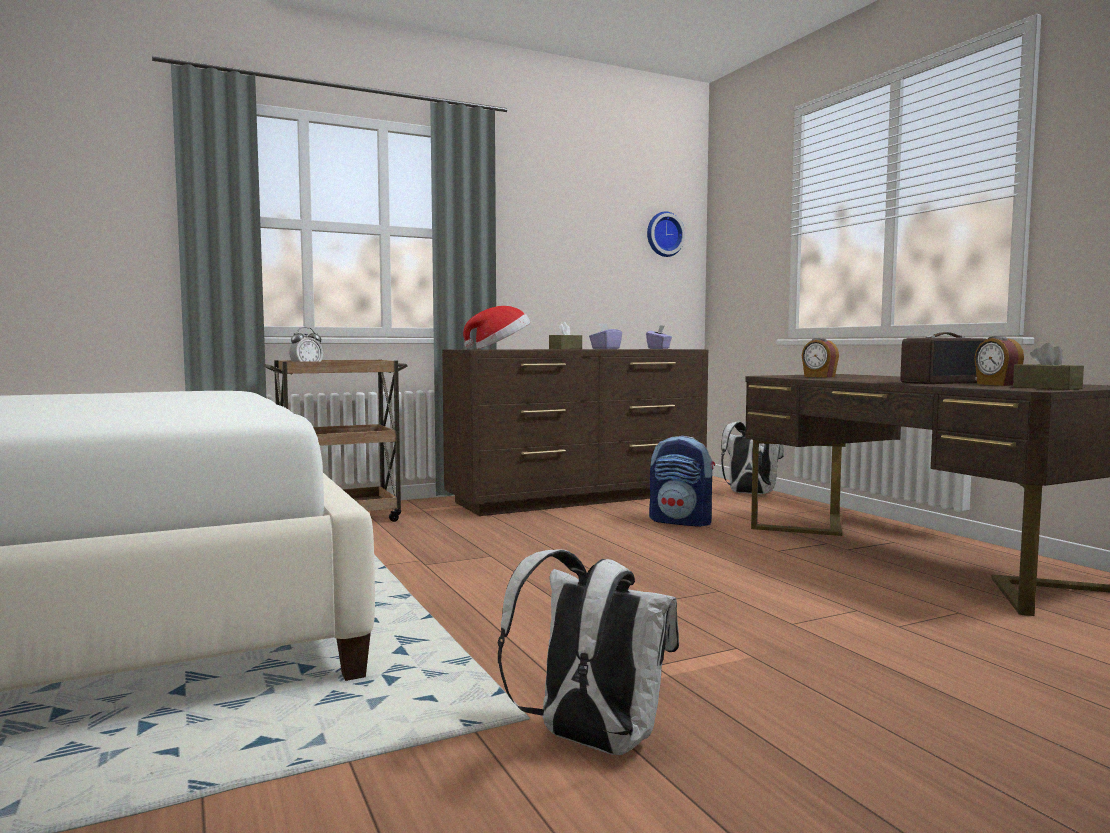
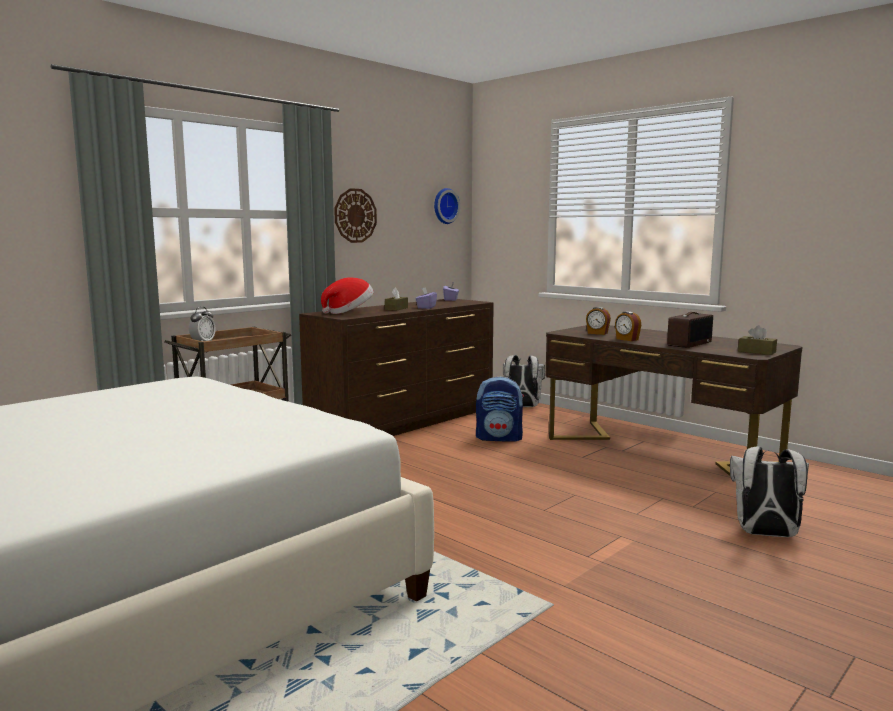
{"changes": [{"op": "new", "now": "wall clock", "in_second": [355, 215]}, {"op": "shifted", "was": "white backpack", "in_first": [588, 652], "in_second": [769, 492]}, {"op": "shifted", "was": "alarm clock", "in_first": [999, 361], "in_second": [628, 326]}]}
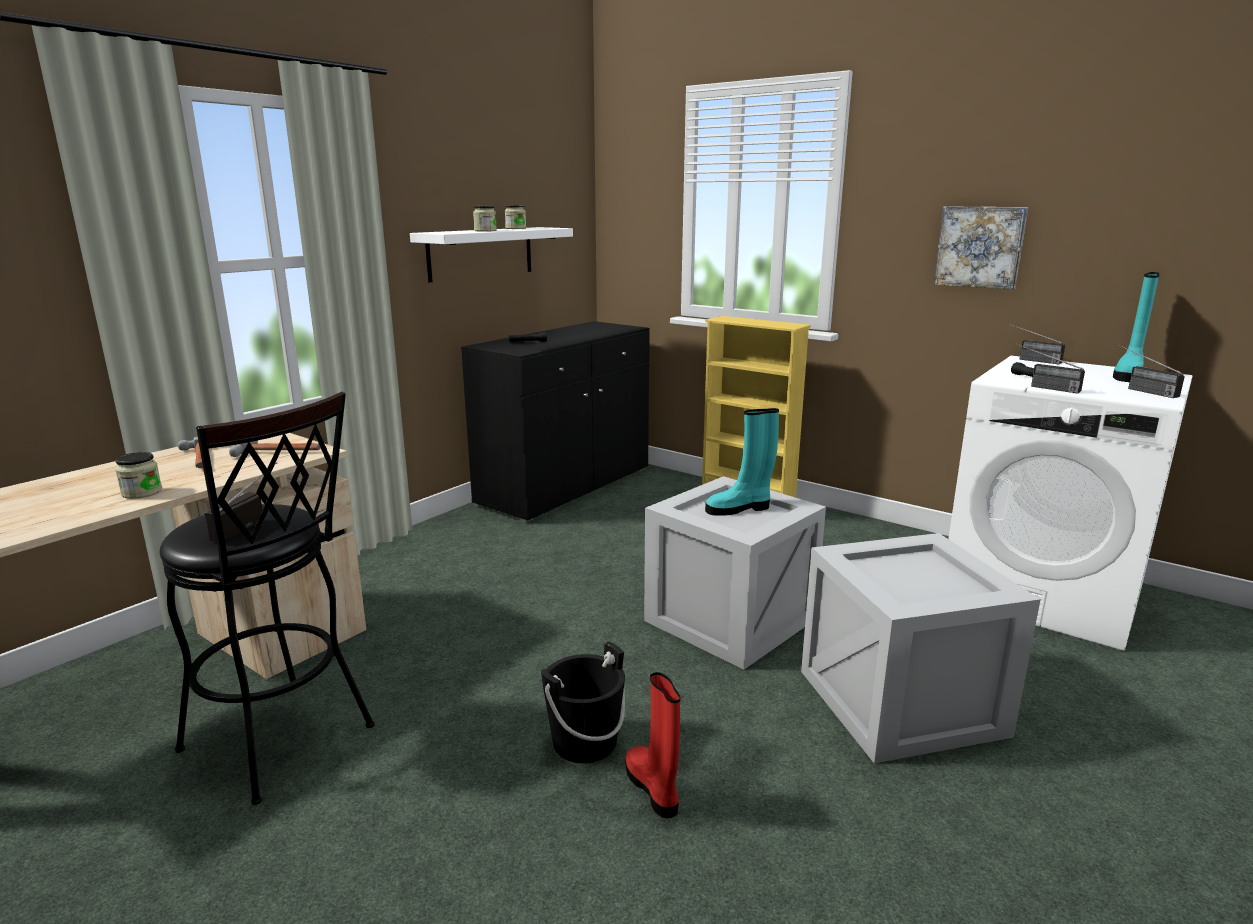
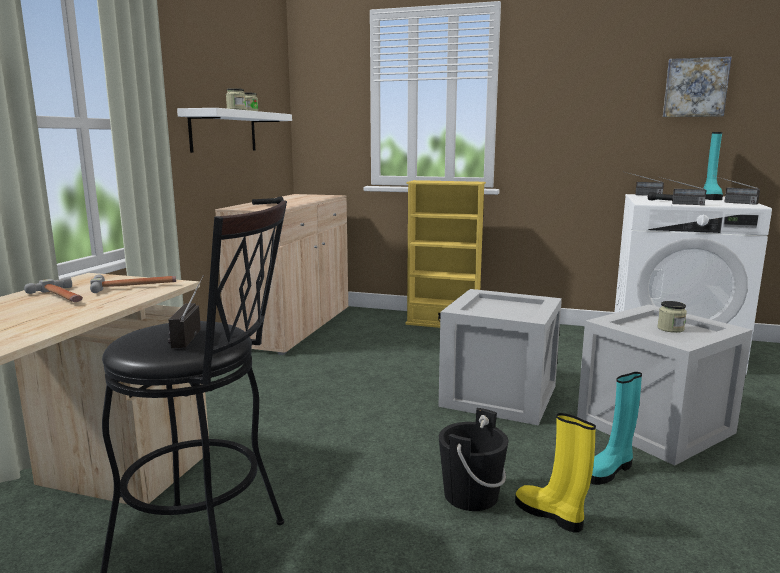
{"changes": [{"op": "shifted", "was": "jar", "in_first": [138, 475], "in_second": [672, 317]}, {"op": "shifted", "was": "turquoise boot", "in_first": [742, 462], "in_second": [616, 428]}, {"op": "shifted", "was": "picture", "in_first": [981, 248], "in_second": [697, 87]}, {"op": "repainted", "was": "black cabinet", "now": "beige cabinet", "in_first": [555, 422], "in_second": [281, 274]}, {"op": "repainted", "was": "red boot", "now": "yellow boot", "in_first": [653, 745], "in_second": [555, 473]}]}
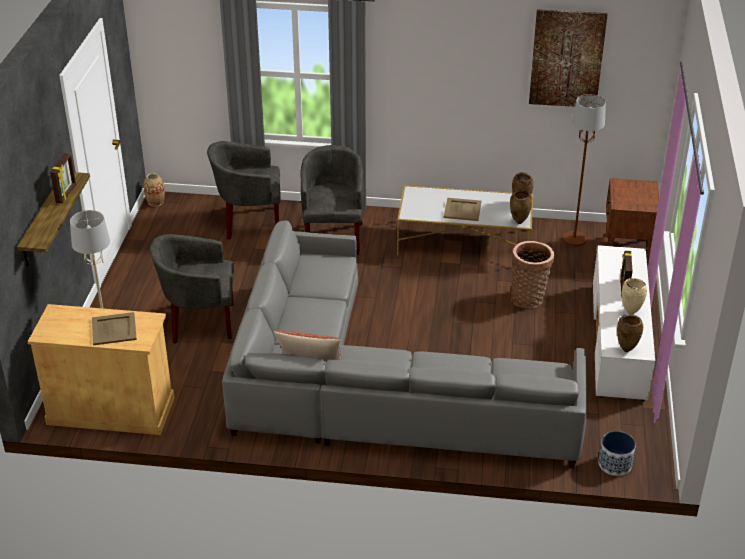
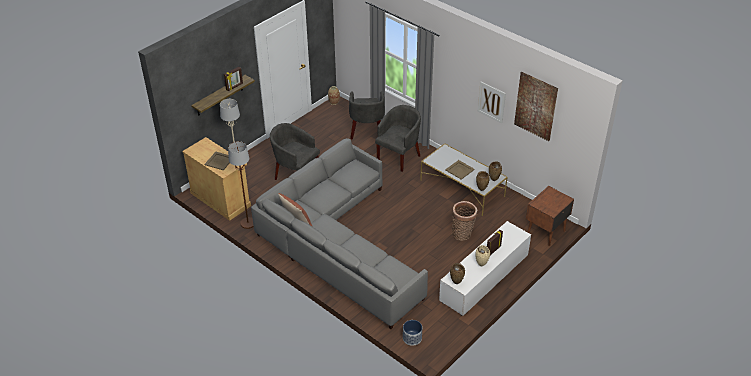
{"changes": [{"op": "new", "now": "picture", "in_second": [492, 102]}, {"op": "shifted", "was": "brown floor lamp", "in_first": [584, 170], "in_second": [241, 185]}, {"op": "rotated", "was": "grey armchair", "in_first": [244, 190], "in_second": [367, 115], "clockwise": -120}]}
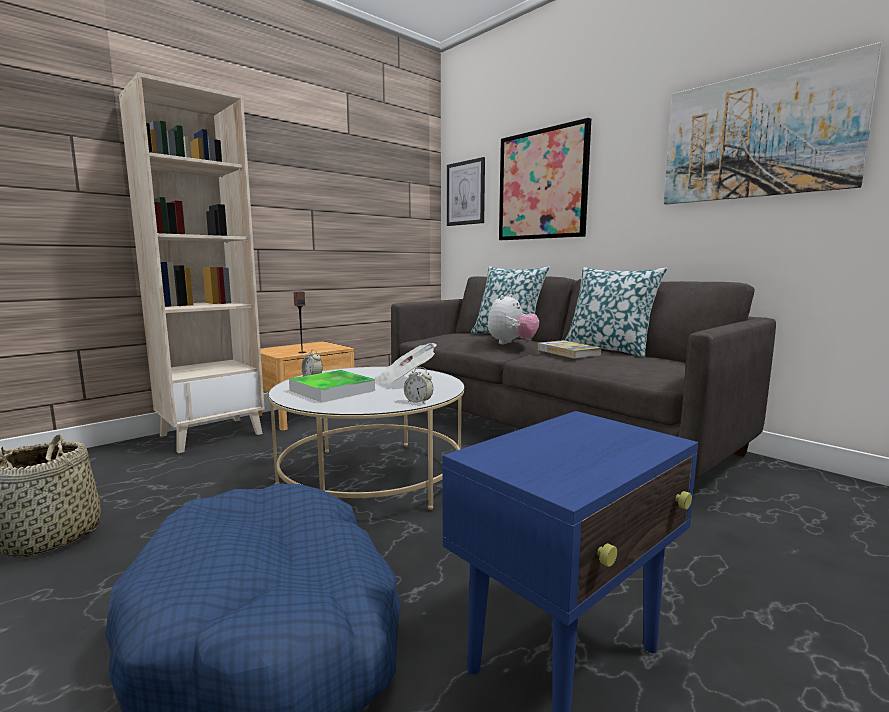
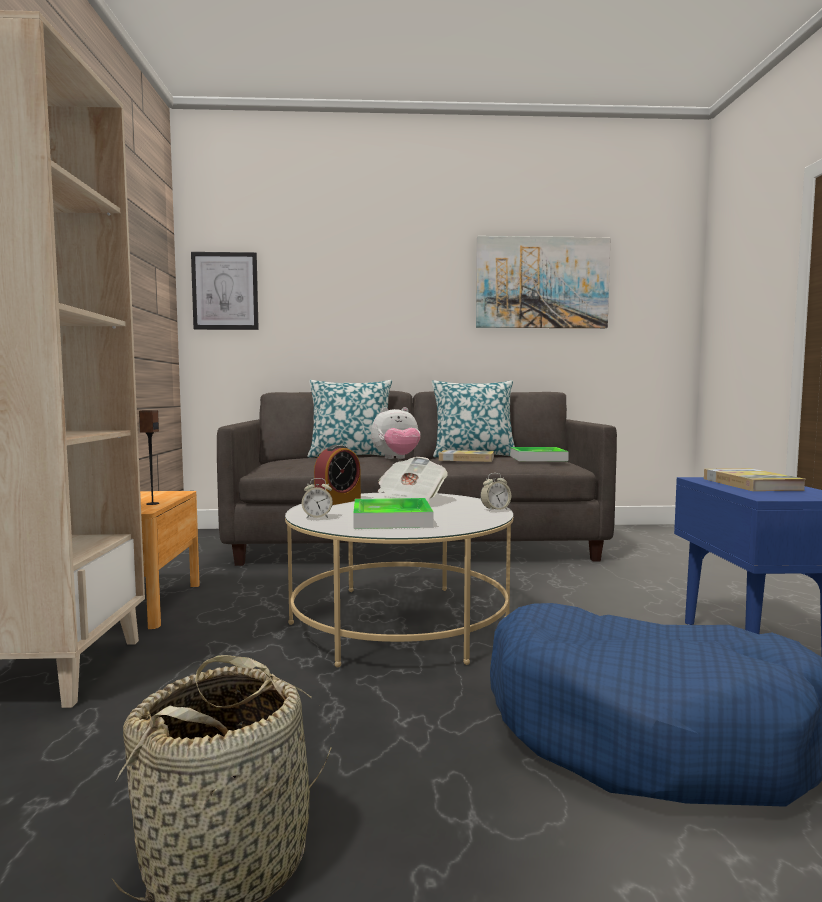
{"changes": [{"op": "gone", "was": "picture", "in_first": [545, 179]}, {"op": "new", "now": "alarm clock", "in_second": [337, 475]}, {"op": "new", "now": "tray", "in_second": [539, 454]}, {"op": "new", "now": "book", "in_second": [755, 479]}, {"op": "rotated", "was": "plush toy", "in_first": [513, 319], "in_second": [396, 433], "clockwise": 90}]}
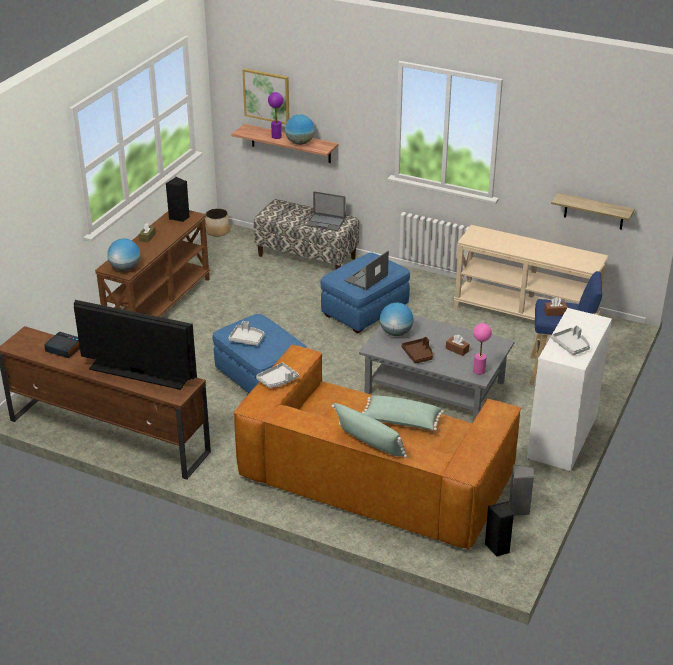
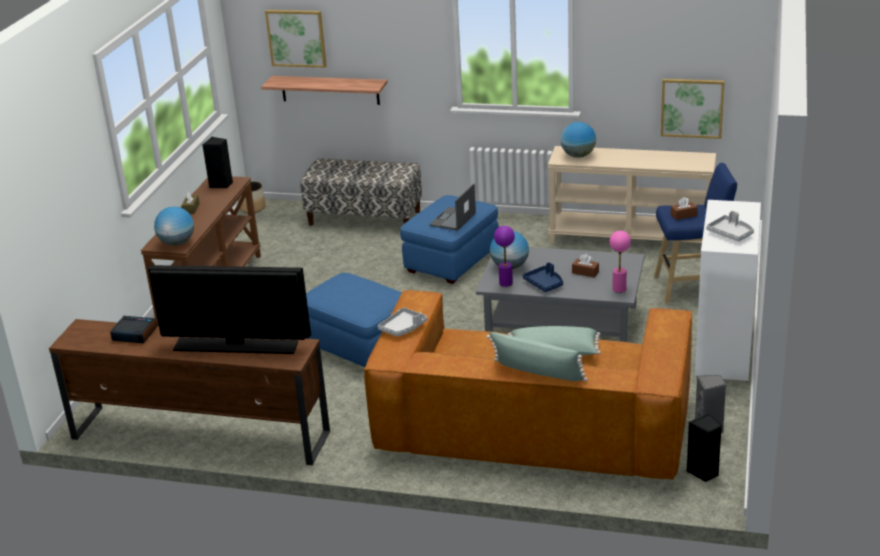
{"changes": [{"op": "gone", "was": "grey tray", "in_first": [246, 333]}, {"op": "gone", "was": "laptop", "in_first": [325, 211]}, {"op": "shifted", "was": "purple table lamp", "in_first": [275, 115], "in_second": [504, 256]}, {"op": "shifted", "was": "globe", "in_first": [300, 129], "in_second": [578, 139]}, {"op": "swapped", "was": "shelf", "now": "picture", "in_first": [593, 211], "in_second": [693, 109]}, {"op": "repainted", "was": "brown tray", "now": "blue tray", "in_first": [417, 350], "in_second": [543, 277]}]}
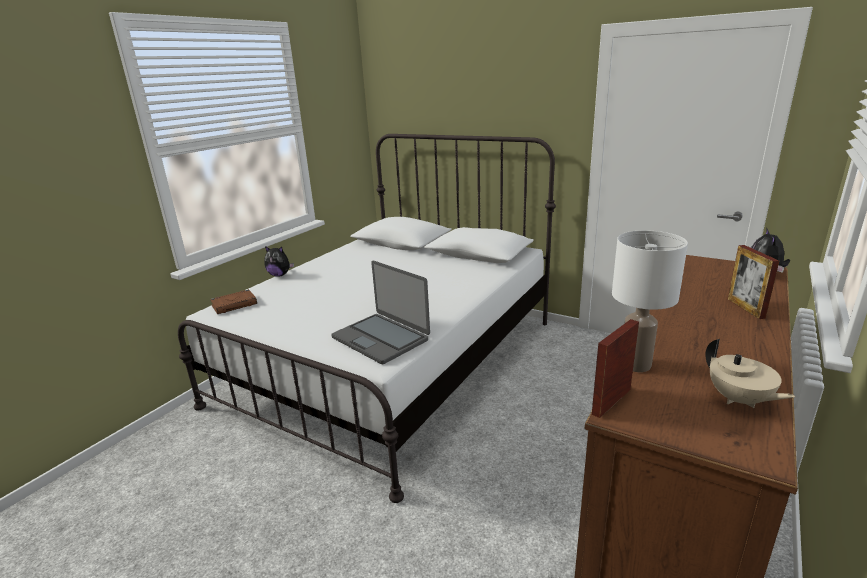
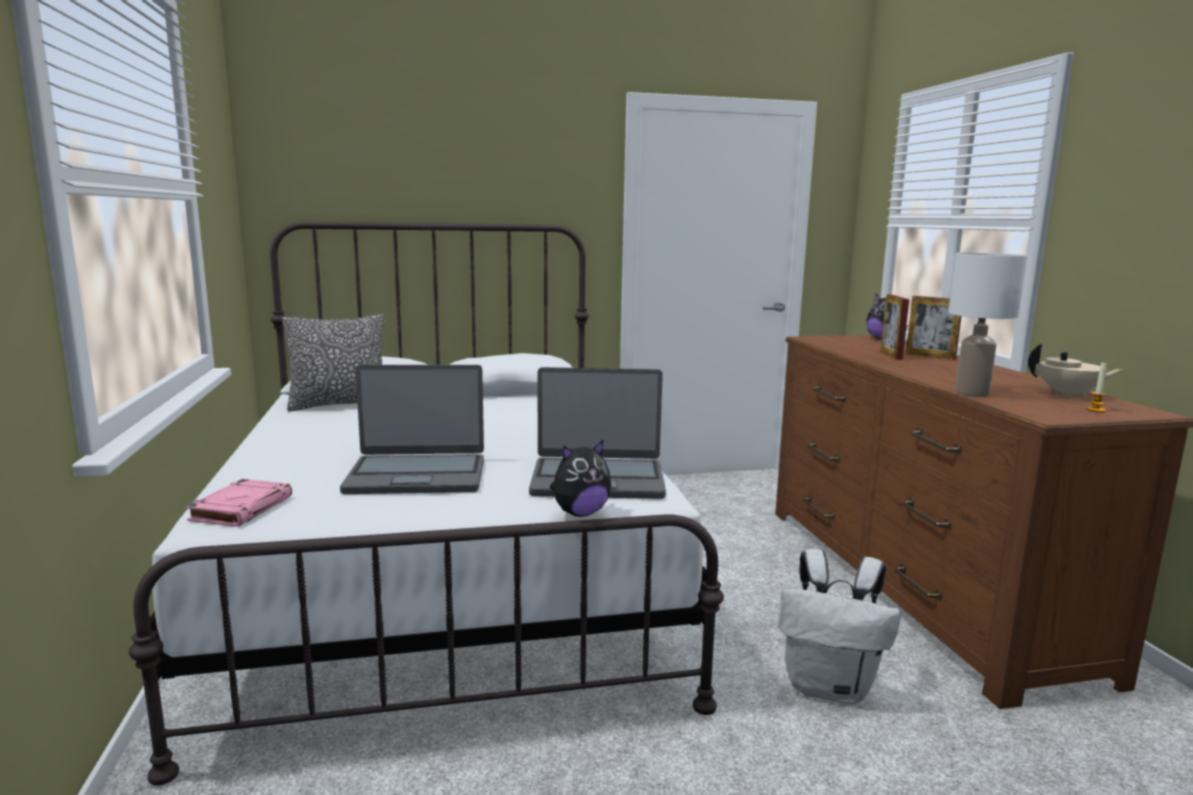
{"changes": [{"op": "new", "now": "pillow", "in_second": [333, 363]}, {"op": "new", "now": "laptop", "in_second": [412, 429]}, {"op": "new", "now": "white backpack", "in_second": [840, 626]}, {"op": "new", "now": "candle", "in_second": [1096, 386]}, {"op": "shifted", "was": "plush toy", "in_first": [279, 261], "in_second": [580, 478]}, {"op": "shifted", "was": "picture frame", "in_first": [615, 368], "in_second": [894, 327]}, {"op": "repainted", "was": "brown book", "now": "pink book", "in_first": [233, 301], "in_second": [239, 503]}]}
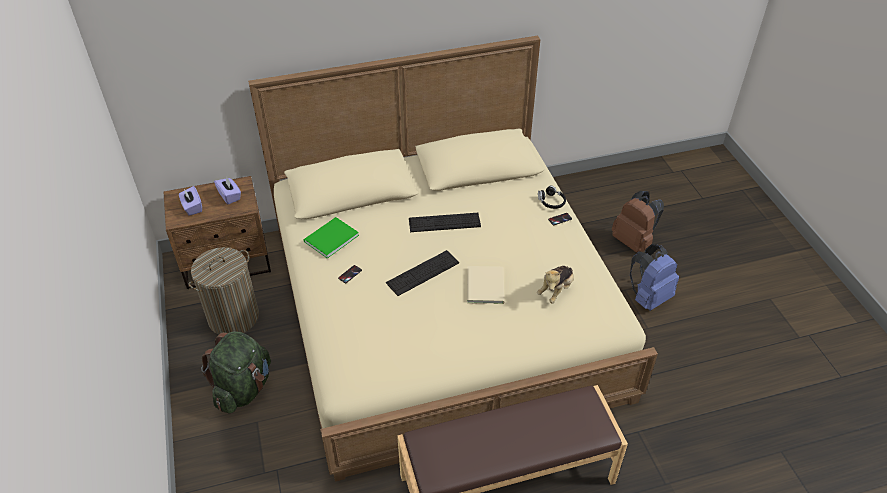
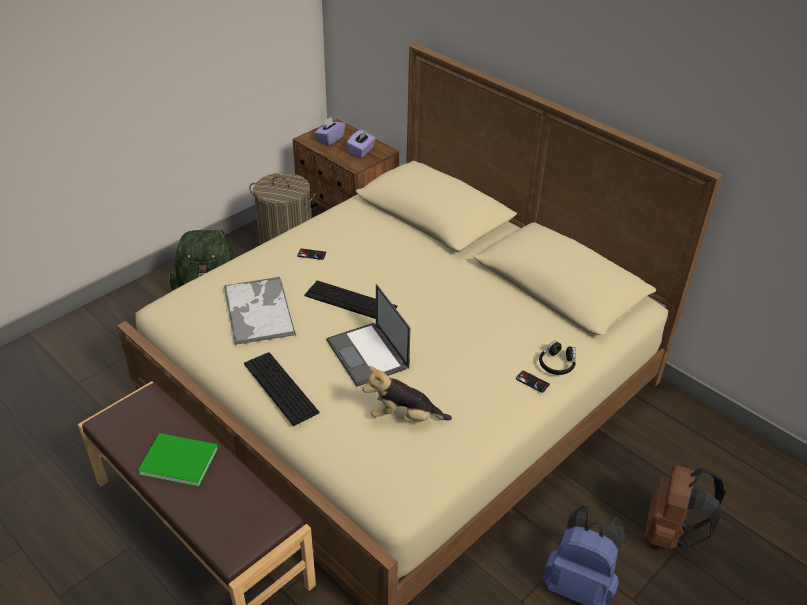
{"changes": [{"op": "new", "now": "tray", "in_second": [260, 311]}, {"op": "shifted", "was": "green book", "in_first": [331, 237], "in_second": [178, 460]}, {"op": "shifted", "was": "keyboard", "in_first": [445, 222], "in_second": [282, 389]}, {"op": "swapped", "was": "beige book", "now": "laptop", "in_first": [485, 285], "in_second": [368, 335]}]}
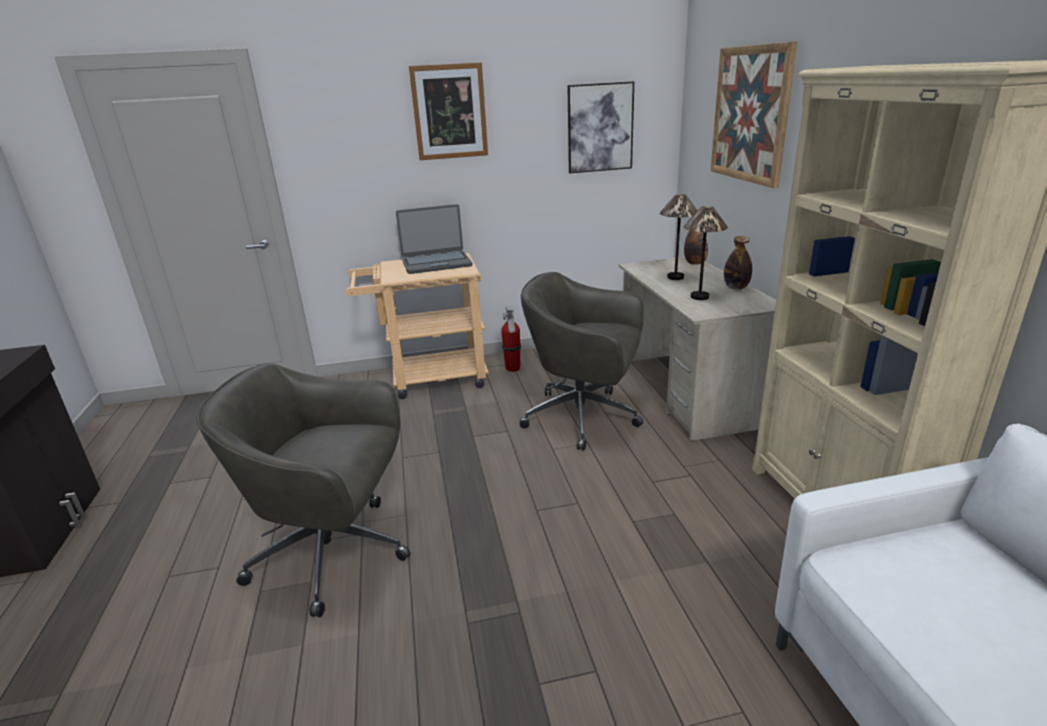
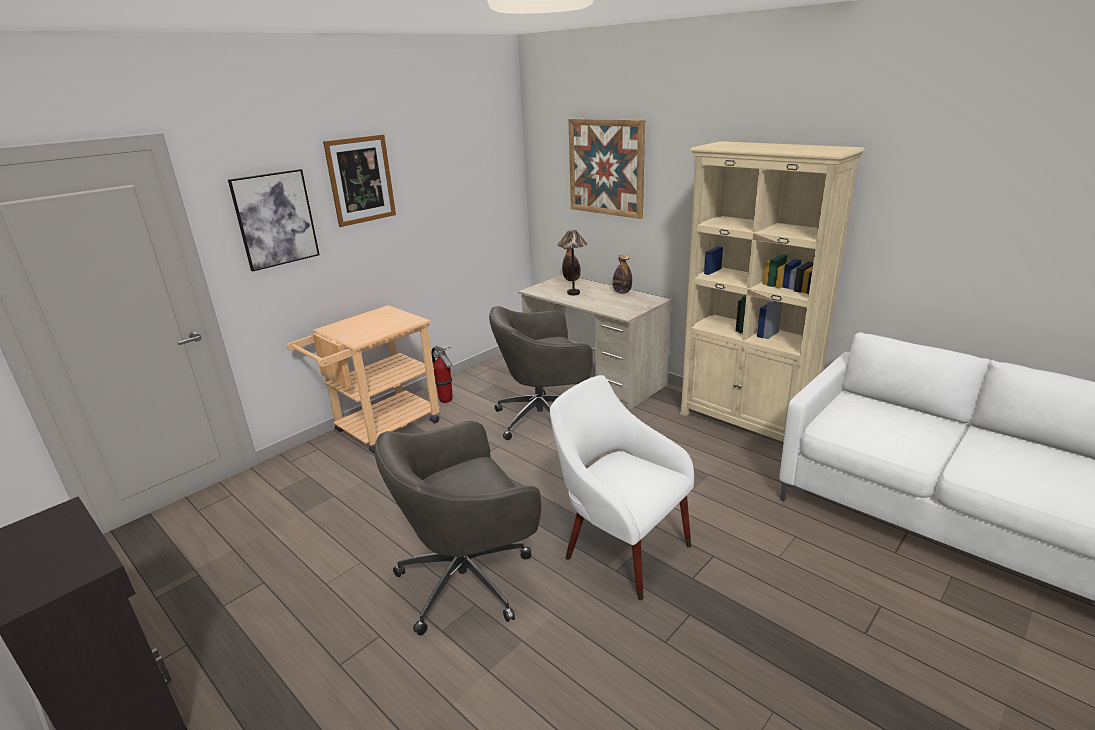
{"changes": [{"op": "gone", "was": "laptop", "in_first": [434, 239]}, {"op": "gone", "was": "table lamp", "in_first": [705, 253]}, {"op": "new", "now": "white armchair", "in_second": [622, 487]}, {"op": "shifted", "was": "picture", "in_first": [600, 127], "in_second": [274, 220]}]}
